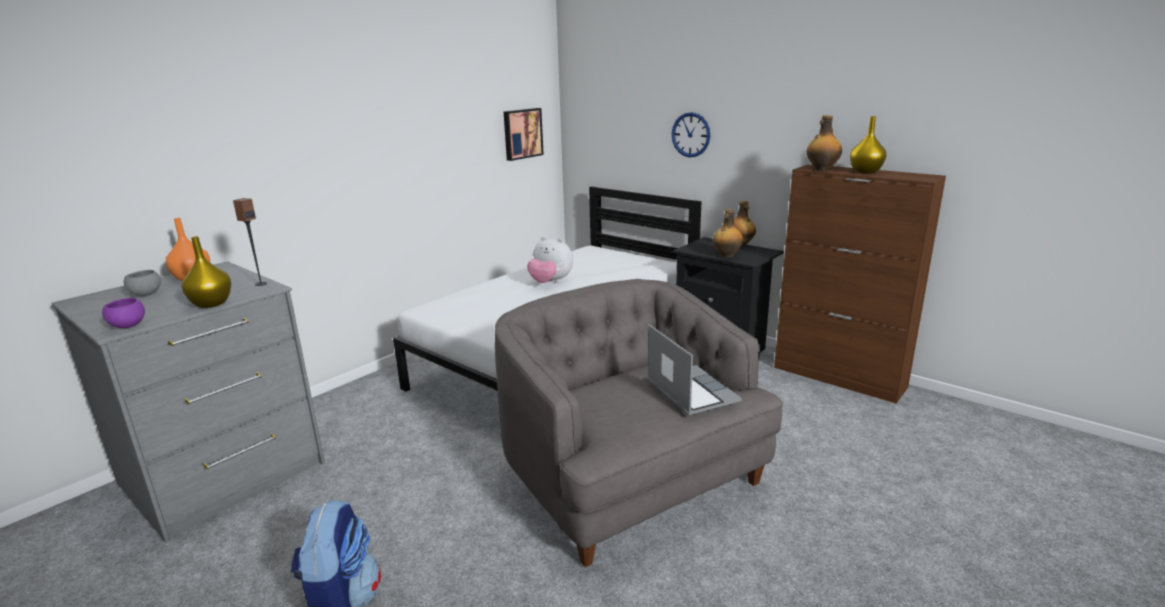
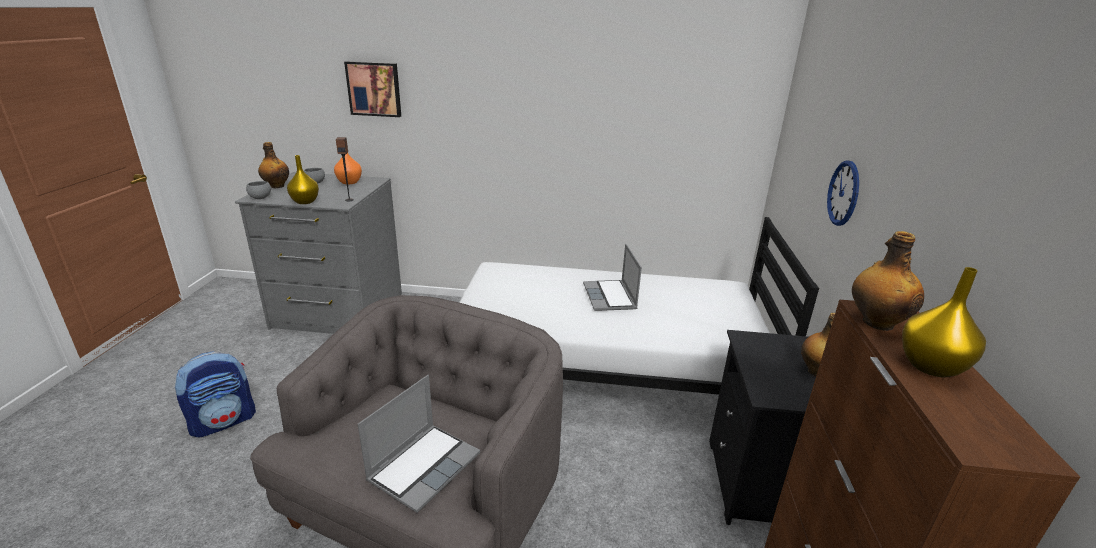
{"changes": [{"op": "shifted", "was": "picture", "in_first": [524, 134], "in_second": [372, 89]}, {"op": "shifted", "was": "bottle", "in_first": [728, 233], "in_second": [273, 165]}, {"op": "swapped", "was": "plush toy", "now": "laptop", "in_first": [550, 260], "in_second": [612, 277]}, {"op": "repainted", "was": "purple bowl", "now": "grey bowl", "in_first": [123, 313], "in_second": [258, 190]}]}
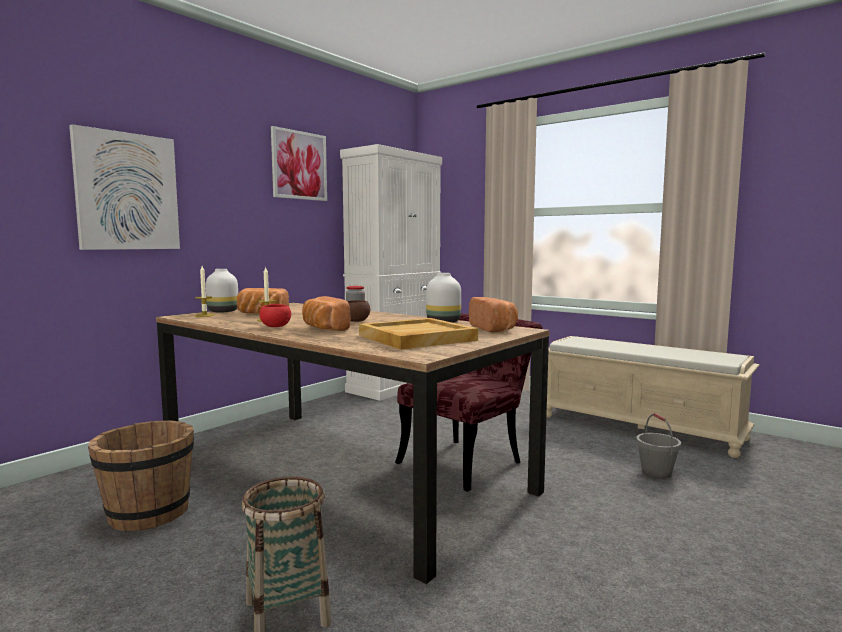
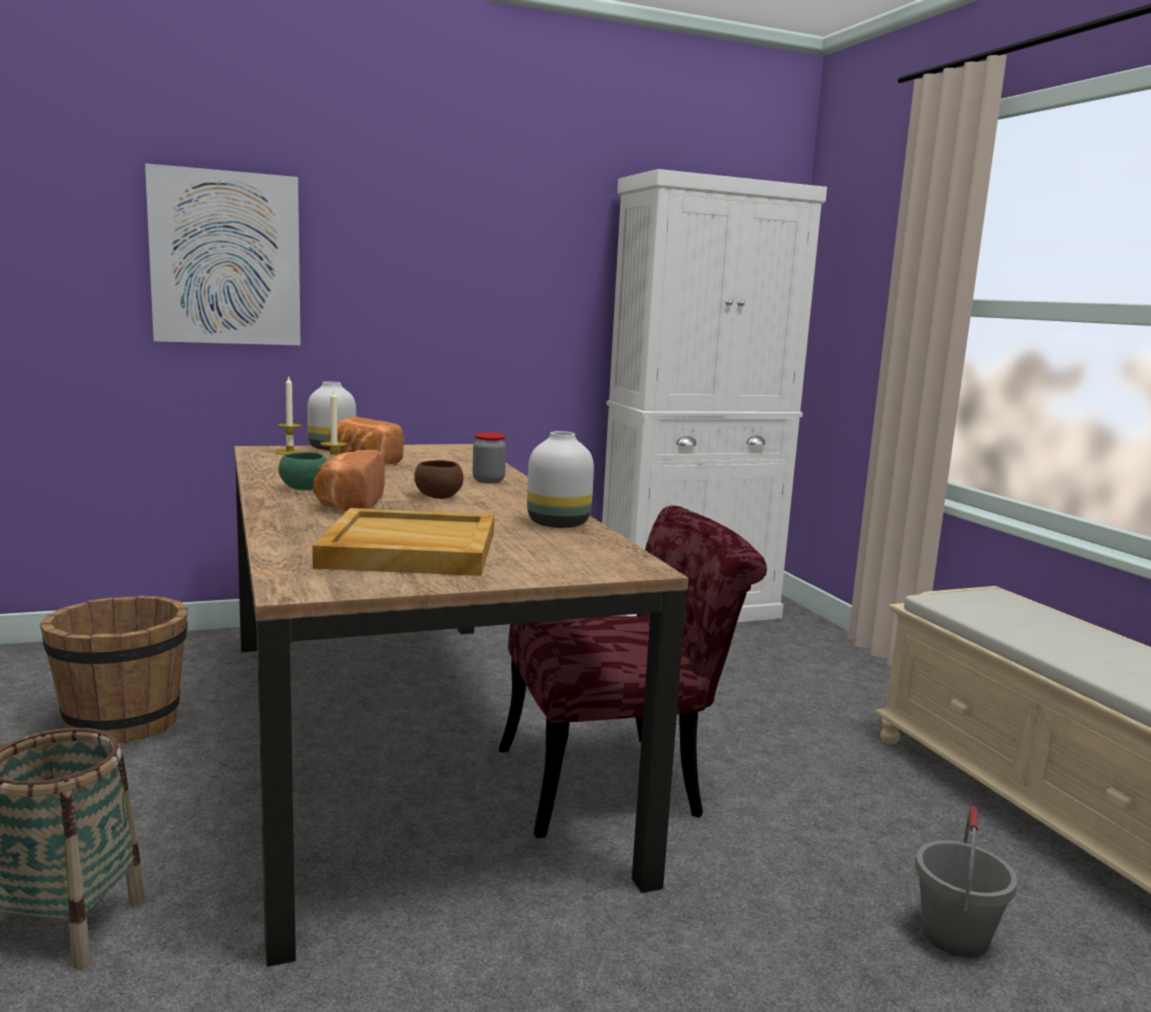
{"changes": [{"op": "gone", "was": "picture", "in_first": [299, 163]}, {"op": "gone", "was": "bread", "in_first": [493, 315]}, {"op": "repainted", "was": "red bowl", "now": "green bowl", "in_first": [275, 315], "in_second": [303, 471]}]}
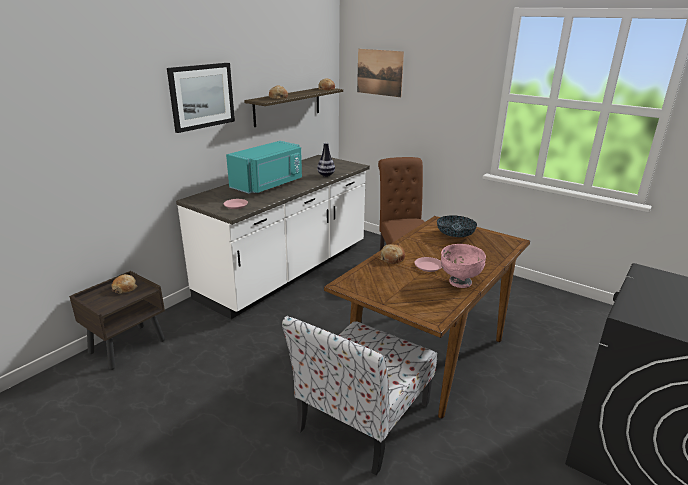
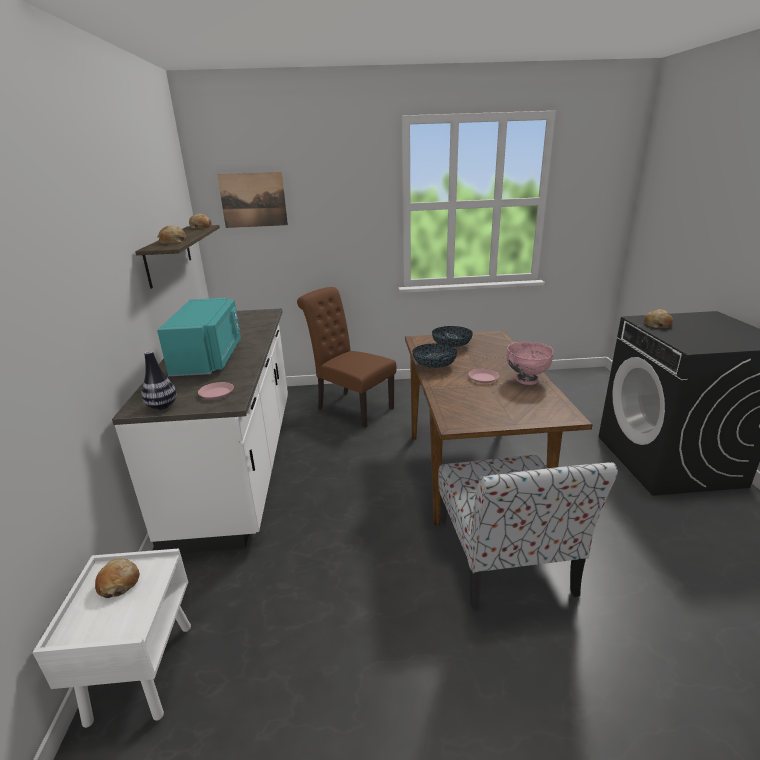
{"changes": [{"op": "gone", "was": "picture", "in_first": [201, 98]}, {"op": "new", "now": "bowl", "in_second": [434, 355]}, {"op": "shifted", "was": "vase", "in_first": [326, 159], "in_second": [159, 380]}, {"op": "shifted", "was": "bread", "in_first": [393, 254], "in_second": [658, 318]}, {"op": "repainted", "was": "brown nightstand", "now": "white nightstand", "in_first": [117, 320], "in_second": [111, 638]}]}
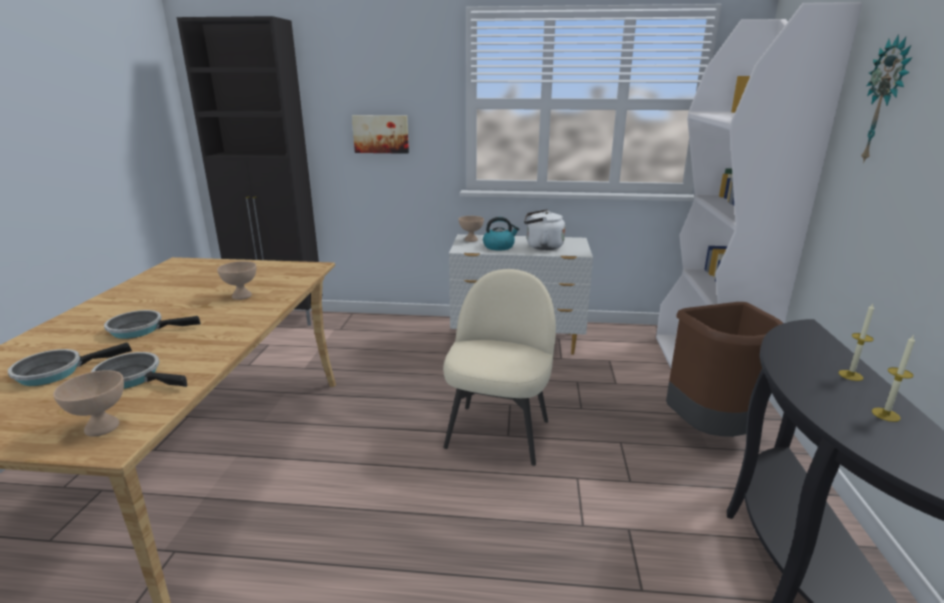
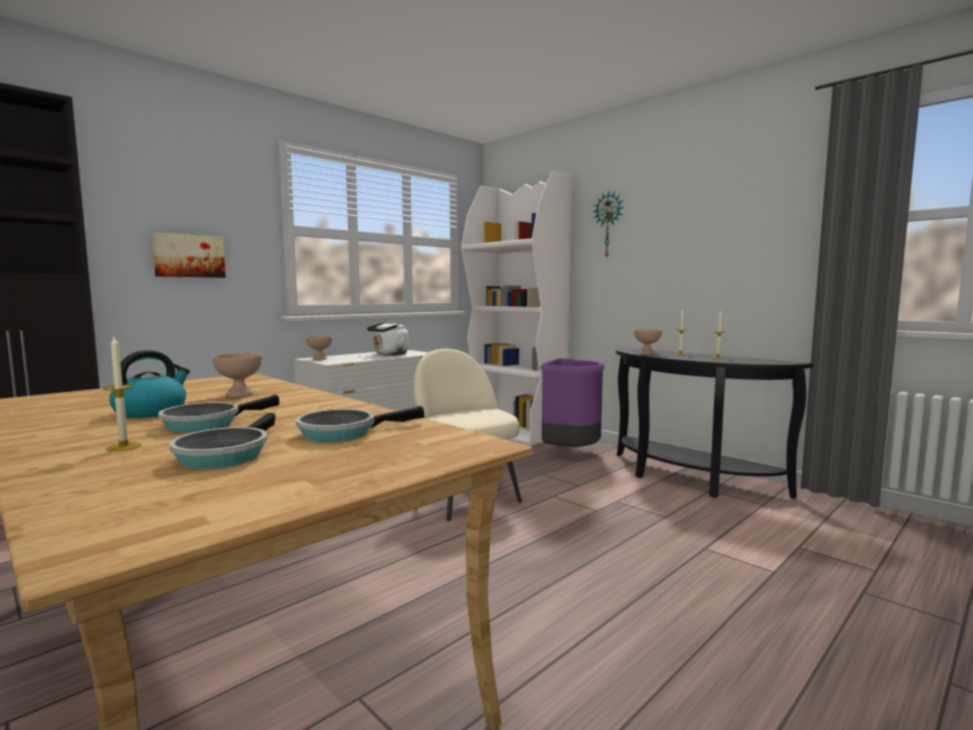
{"changes": [{"op": "new", "now": "candle", "in_second": [122, 394]}, {"op": "shifted", "was": "beige bowl", "in_first": [88, 403], "in_second": [648, 342]}, {"op": "shifted", "was": "kettle", "in_first": [501, 233], "in_second": [149, 384]}, {"op": "repainted", "was": "brown trash can", "now": "purple trash can", "in_first": [724, 369], "in_second": [572, 402]}]}
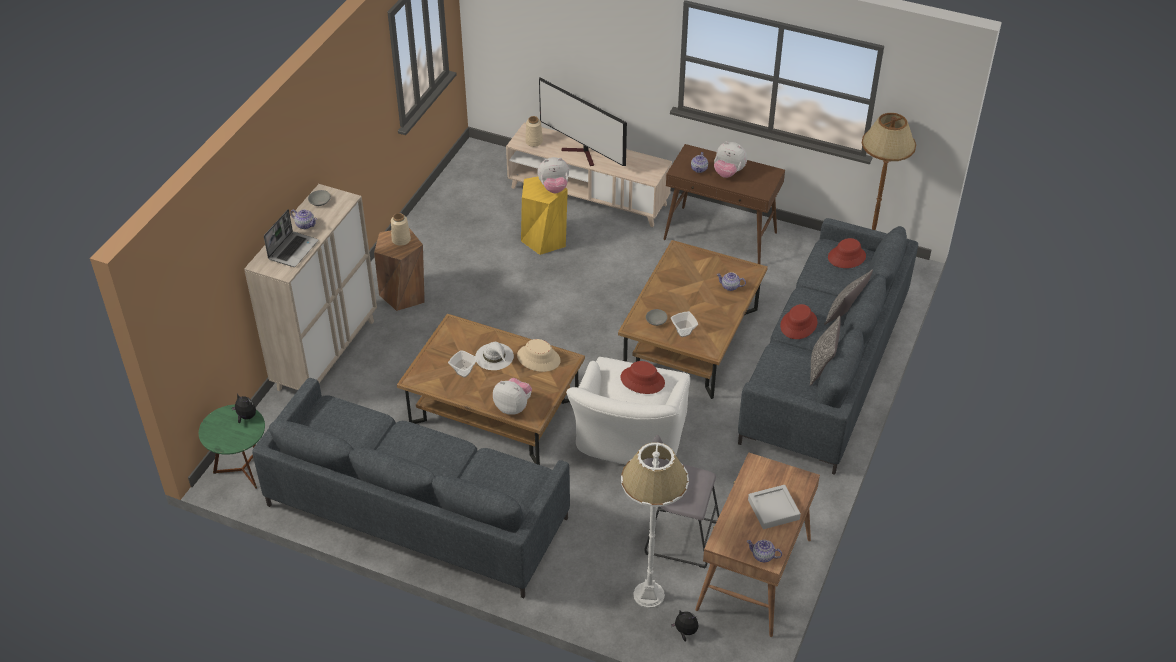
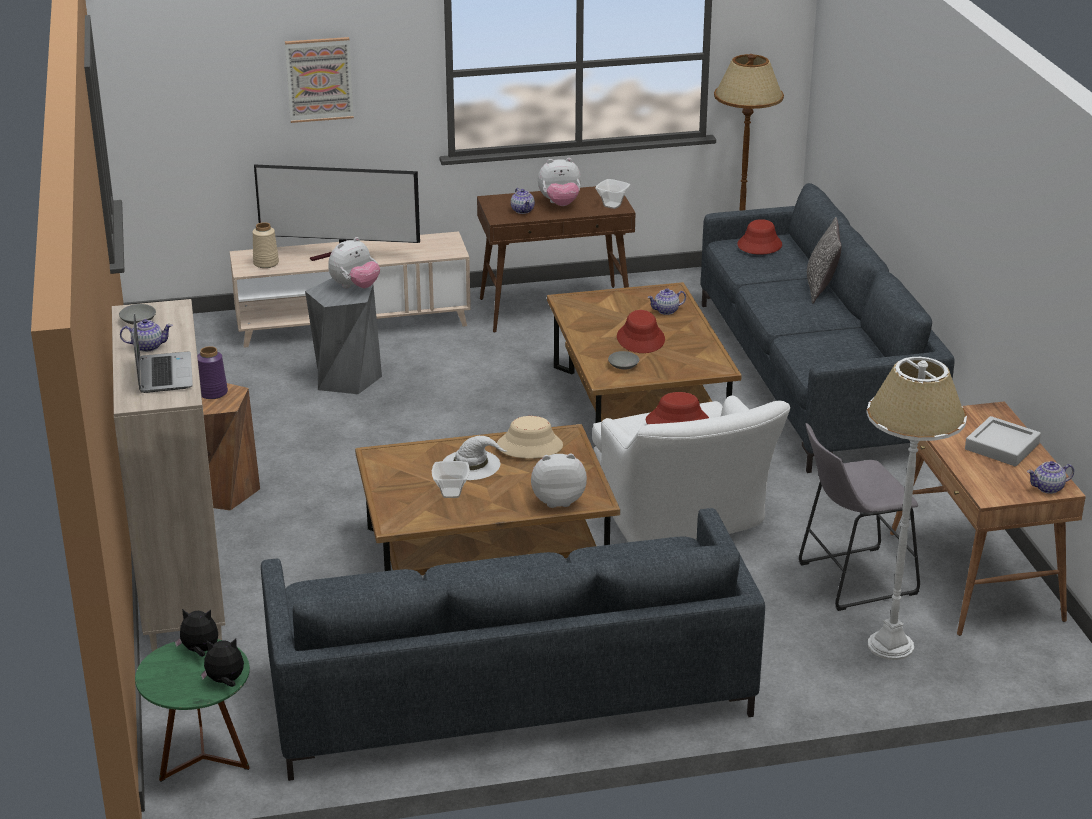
{"changes": [{"op": "gone", "was": "pillow", "in_first": [825, 350]}, {"op": "new", "now": "picture", "in_second": [319, 80]}, {"op": "shifted", "was": "bowl", "in_first": [684, 324], "in_second": [612, 194]}, {"op": "shifted", "was": "plush toy", "in_first": [685, 626], "in_second": [222, 662]}, {"op": "shifted", "was": "red hat", "in_first": [798, 321], "in_second": [641, 331]}, {"op": "repainted", "was": "beige vase", "now": "purple vase", "in_first": [401, 229], "in_second": [212, 372]}, {"op": "repainted", "was": "yellow stool", "now": "grey stool", "in_first": [544, 216], "in_second": [343, 336]}]}
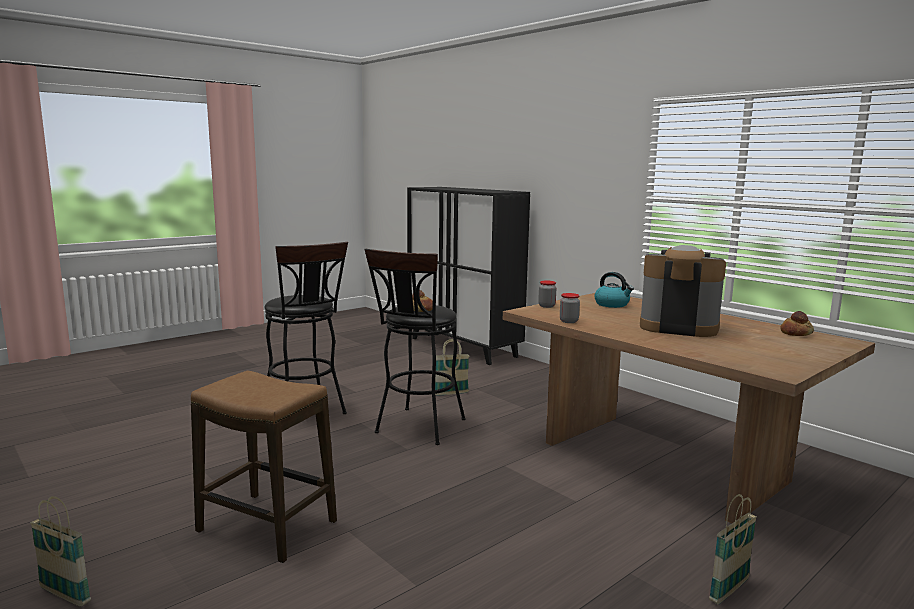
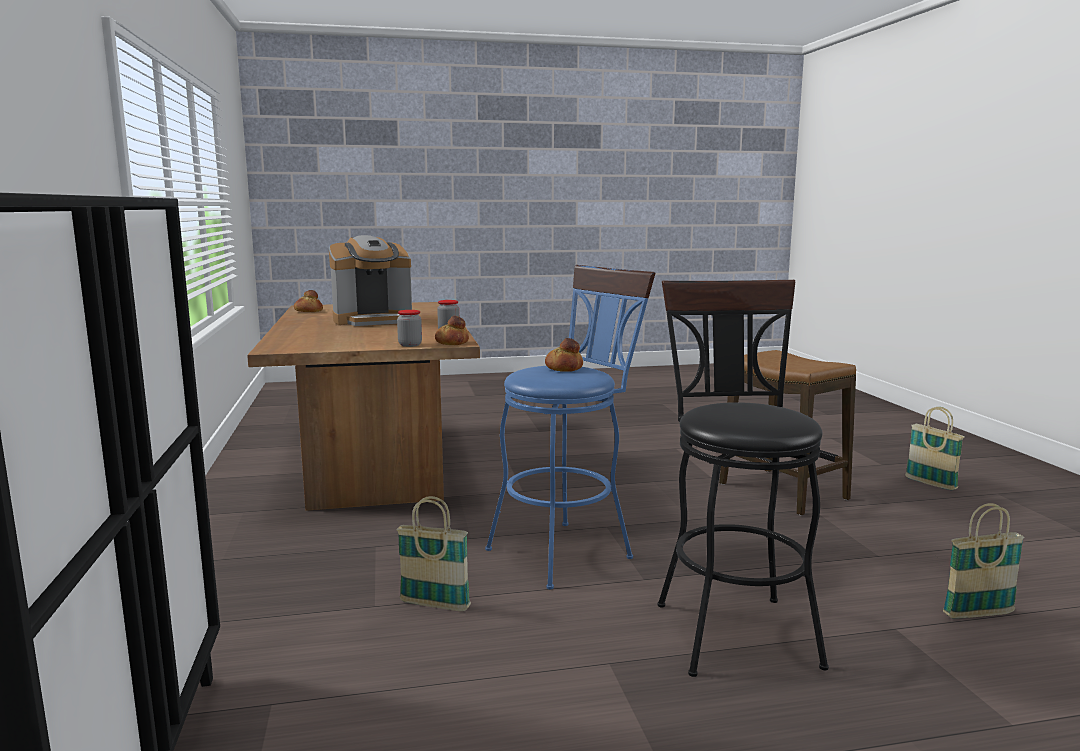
{"changes": [{"op": "gone", "was": "kettle", "in_first": [614, 290]}, {"op": "new", "now": "bread", "in_second": [452, 330]}, {"op": "shifted", "was": "basket", "in_first": [733, 549], "in_second": [983, 560]}, {"op": "repainted", "was": "black stool", "now": "blue stool", "in_first": [415, 347], "in_second": [570, 427]}, {"op": "rotated", "was": "coffee machine", "in_first": [683, 291], "in_second": [370, 280], "clockwise": -75}]}
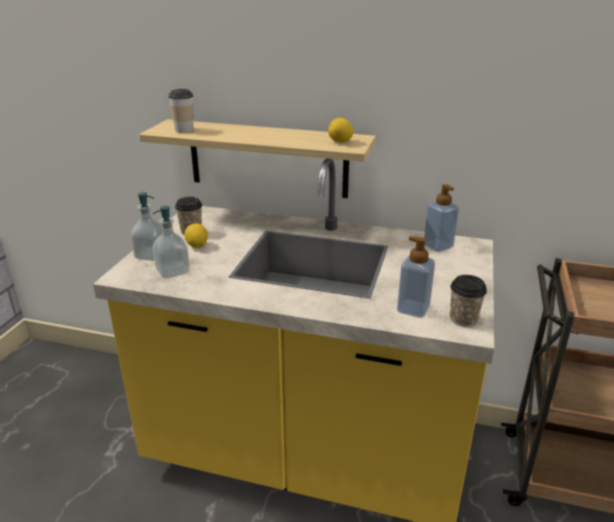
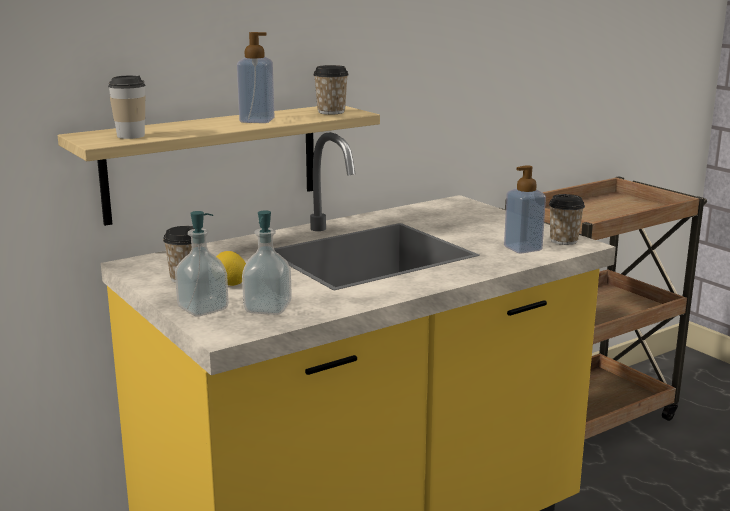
{"changes": [{"op": "shifted", "was": "soap dispenser", "in_first": [441, 218], "in_second": [255, 77]}, {"op": "swapped", "was": "lemon", "now": "cup", "in_first": [341, 130], "in_second": [331, 89]}]}
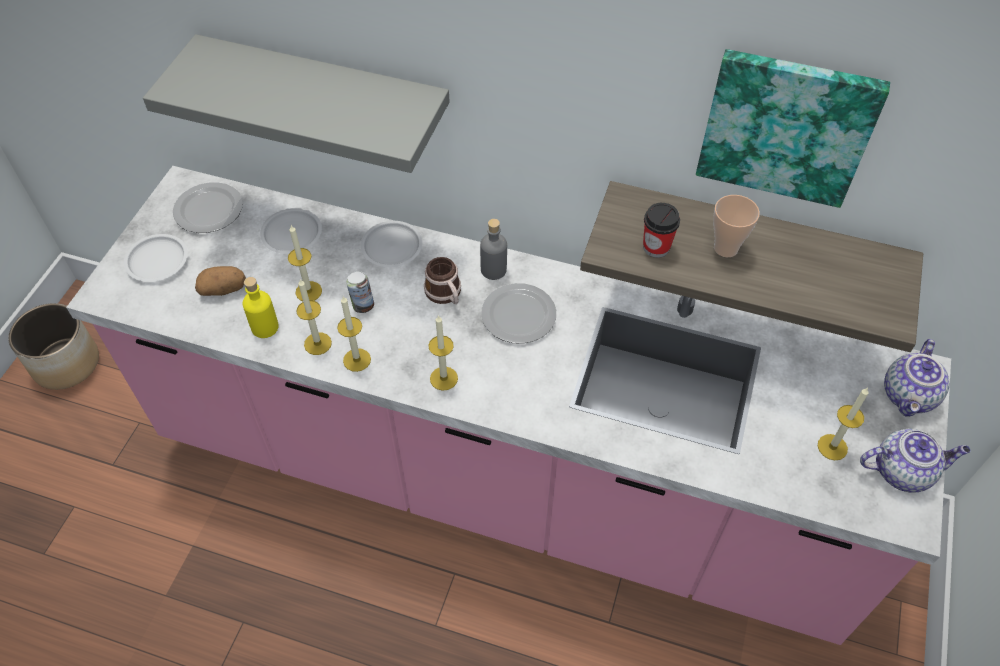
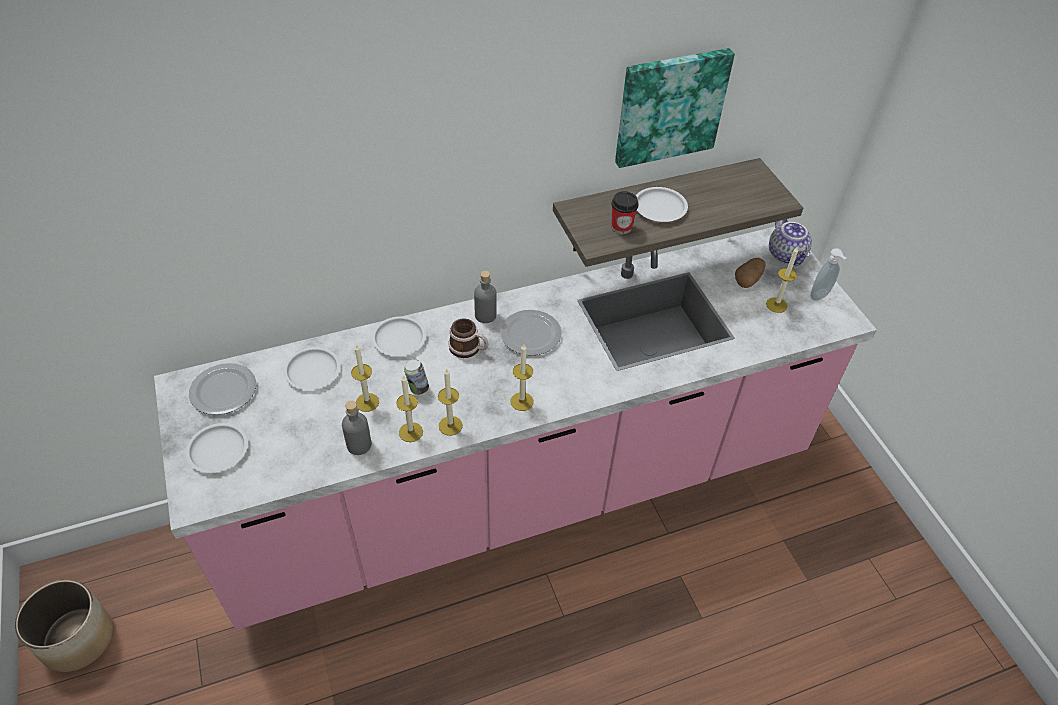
{"changes": [{"op": "gone", "was": "grey shelf", "in_first": [296, 103]}, {"op": "shifted", "was": "potato", "in_first": [220, 281], "in_second": [750, 273]}, {"op": "swapped", "was": "cup", "now": "white plate", "in_first": [737, 226], "in_second": [662, 204]}, {"op": "swapped", "was": "teapot", "now": "soap dispenser", "in_first": [915, 460], "in_second": [828, 274]}, {"op": "repainted", "was": "yellow bottle", "now": "grey bottle", "in_first": [261, 307], "in_second": [356, 428]}]}
